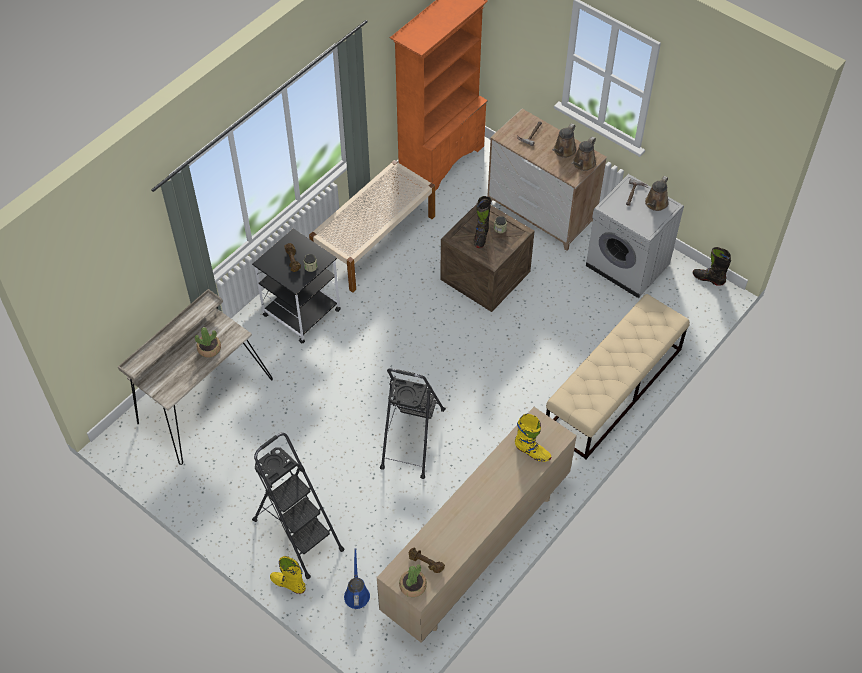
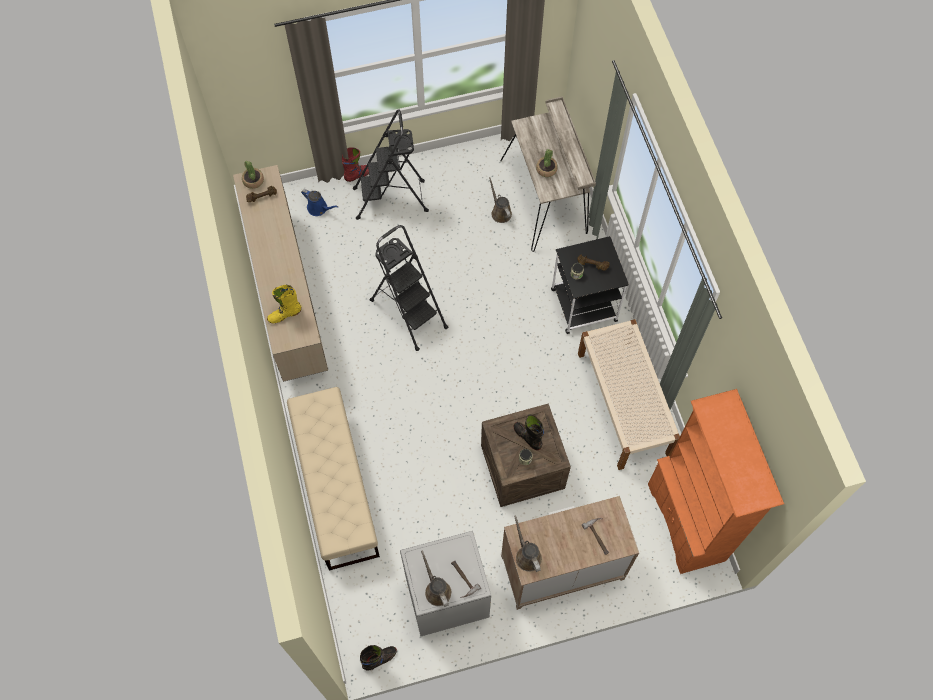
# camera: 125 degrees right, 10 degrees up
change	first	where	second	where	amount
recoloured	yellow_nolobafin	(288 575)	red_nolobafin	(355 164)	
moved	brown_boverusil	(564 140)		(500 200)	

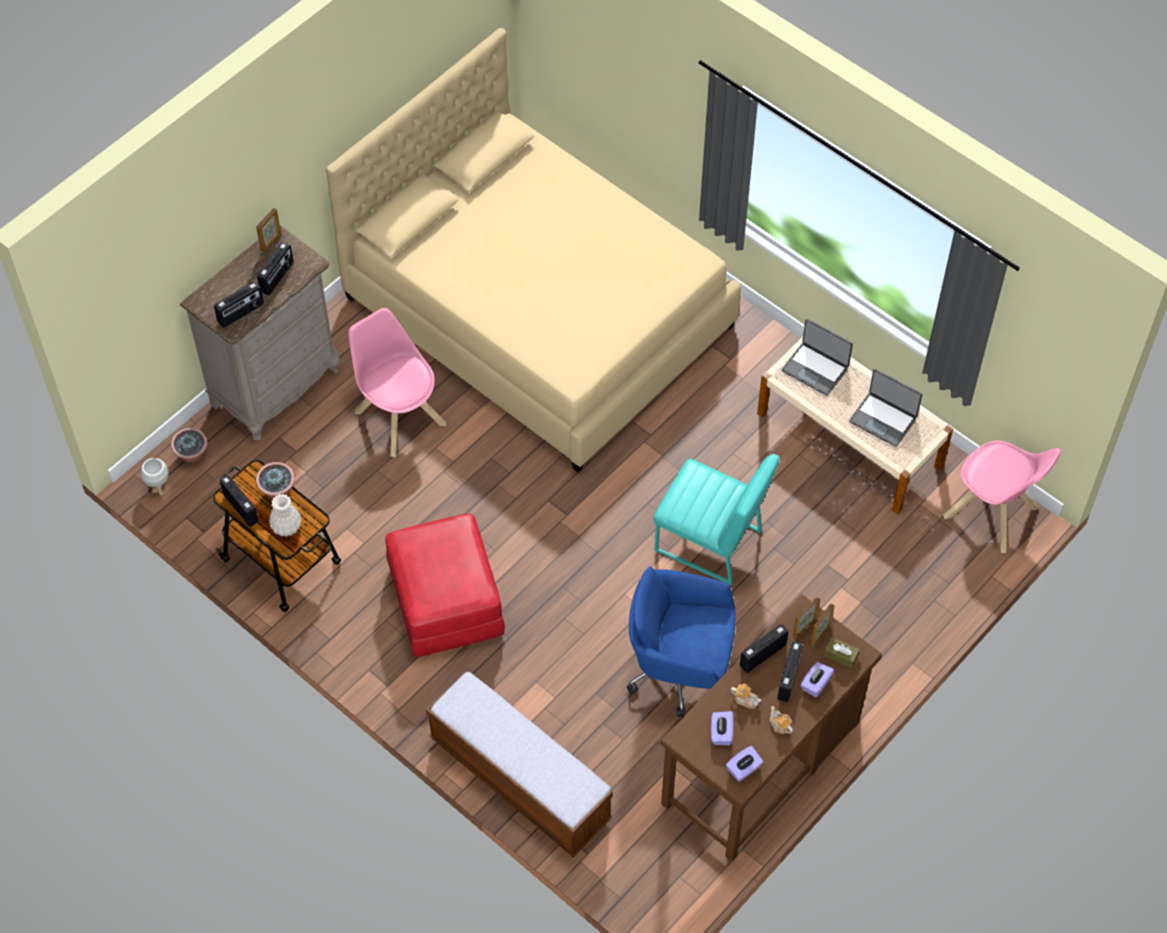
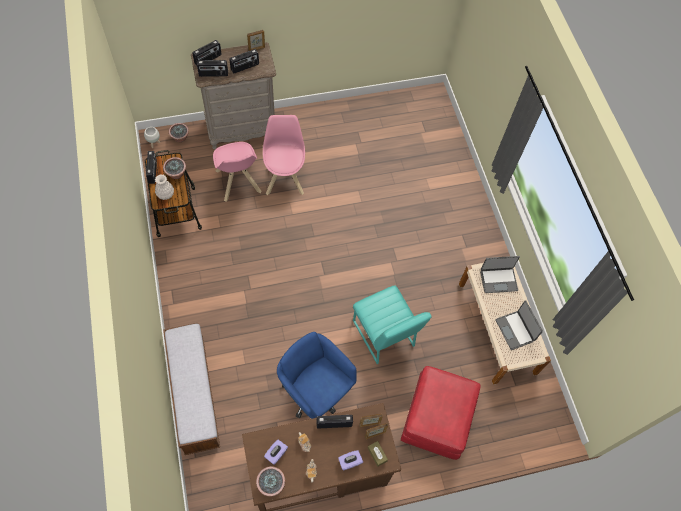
# camera: 30 degrees right, 5 degrees up
change	first	where	second	where	amount
moved	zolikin	(790 671)		(206 53)	
moved	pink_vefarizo	(1002 496)		(237 172)	
replaced	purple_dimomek	(744 764)	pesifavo	(270 481)	
moved	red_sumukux	(445 585)		(441 413)	
turned	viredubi	(817 357)		(500 274)	75 degrees counterclockwise
removed	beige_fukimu	(534 250)			

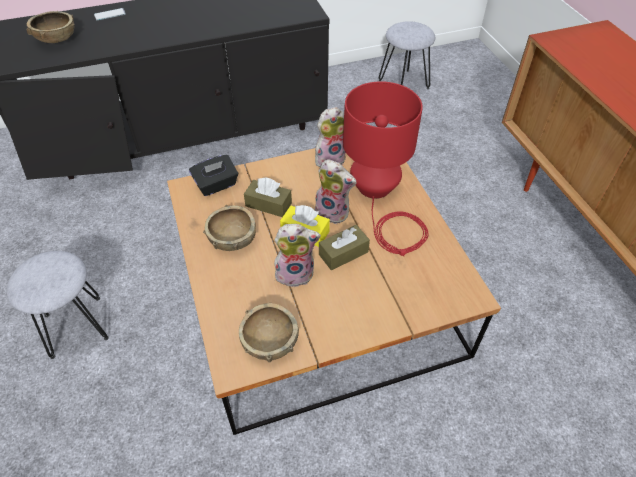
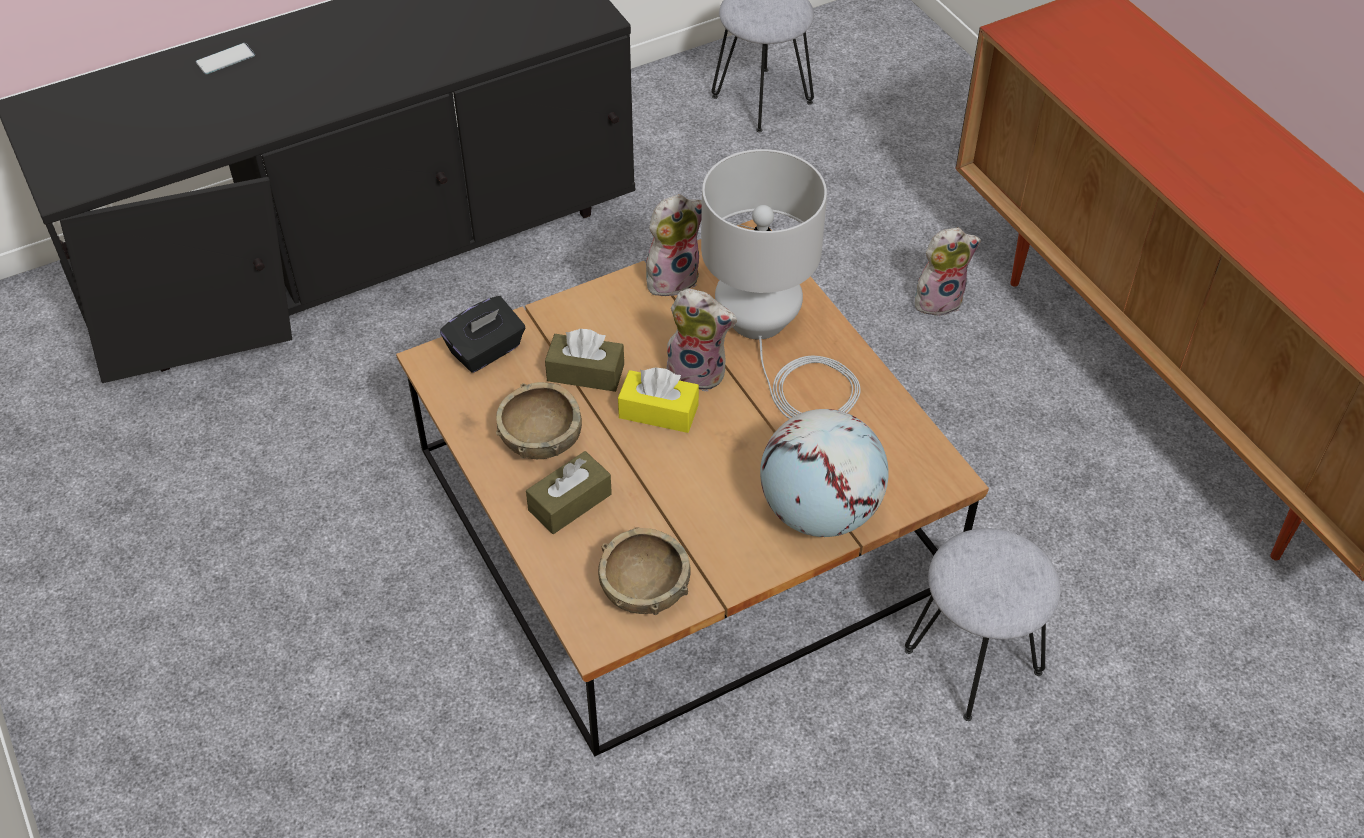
# camera: 10 degrees left, 0 degrees up
change	first	where	second	where	amount
moved	brown_dimomek	(344 247)		(569 492)	
recoloured	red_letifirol	(385 168)	grey_letifirol	(781 284)	
added			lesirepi	(824 473)	
moved	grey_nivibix	(57 305)		(983 624)	
moved	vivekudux	(297 256)		(948 273)	
removed	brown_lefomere	(50 27)			

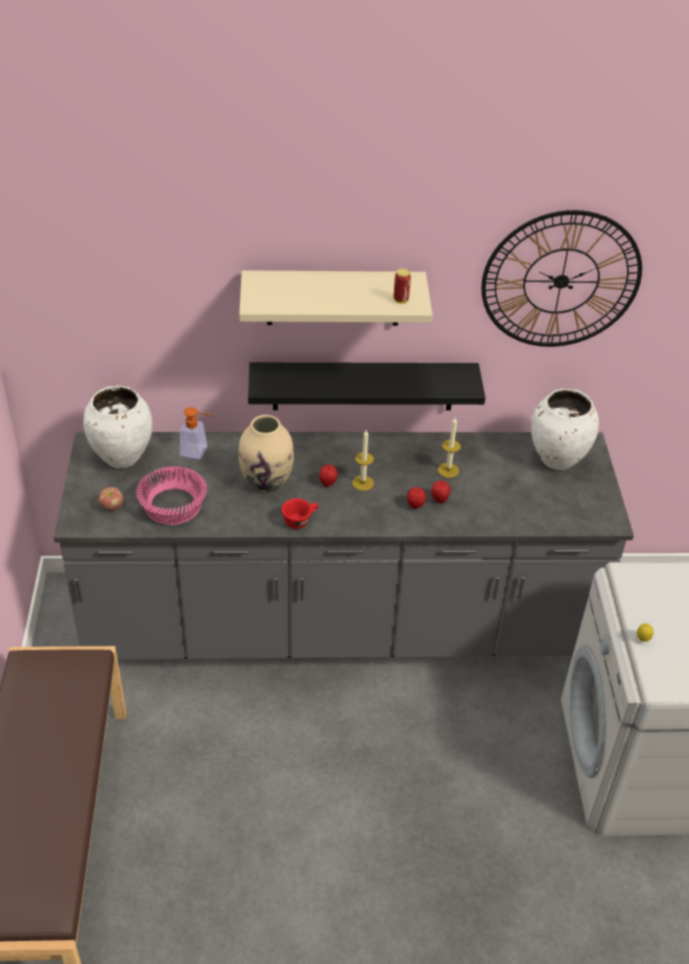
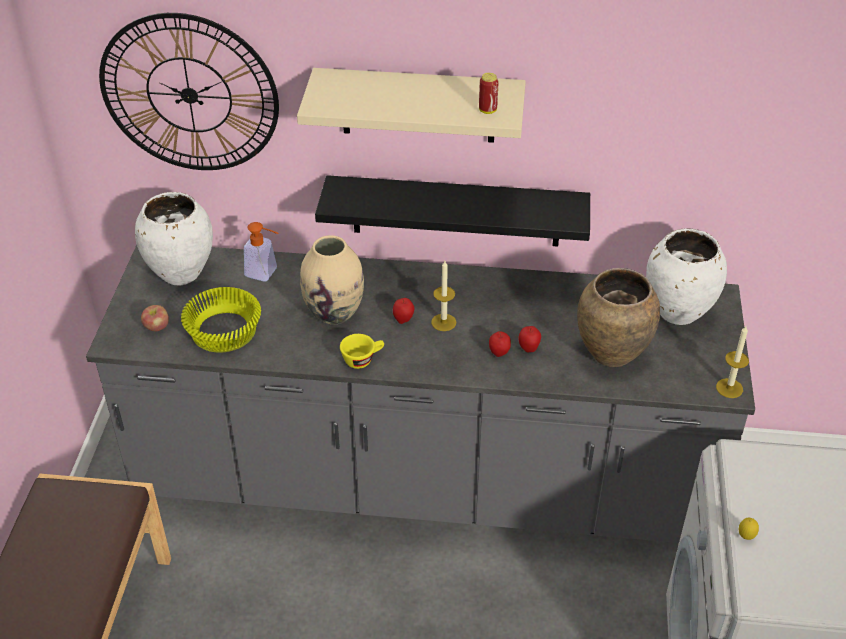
# camera: 10 degrees right, 0 degrees up
change	first	where	second	where	amount
moved	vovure	(561 278)		(189 91)	
recoloured	pink_lefomere	(171 495)	yellow_lefomere	(221 320)	
recoloured	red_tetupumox	(299 513)	yellow_tetupumox	(362 351)	
added			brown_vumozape	(618 317)	
moved	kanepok	(449 448)		(732 362)	

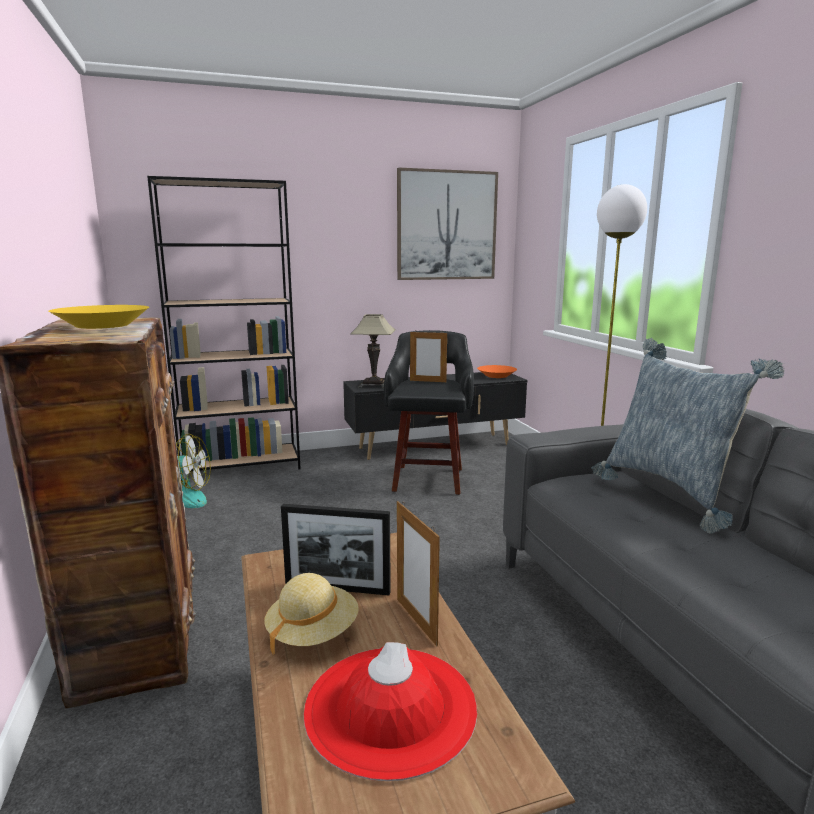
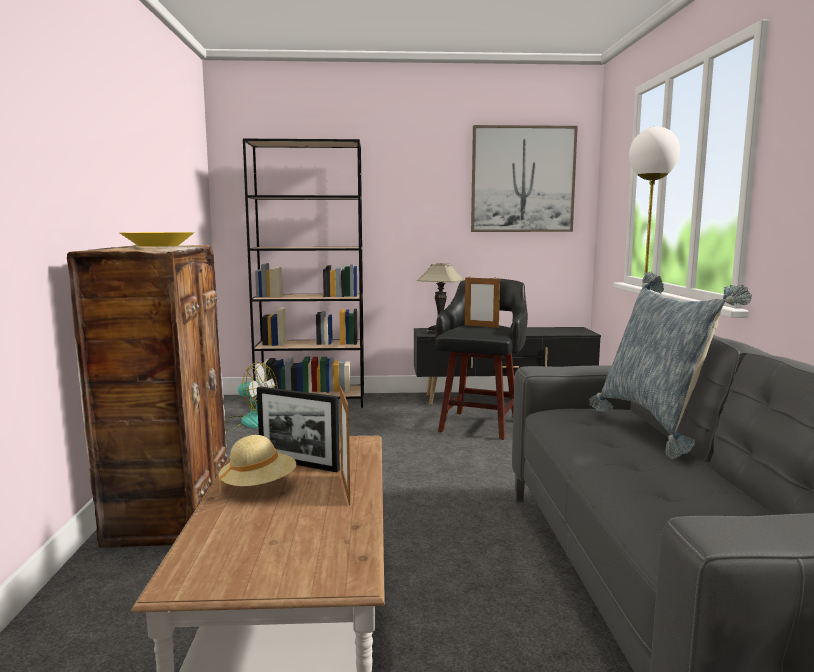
# camera: 15 degrees right, 5 degrees down
change	first	where	second	where	amount
removed	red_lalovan	(390 711)			
removed	orange_lefomere	(497 371)			

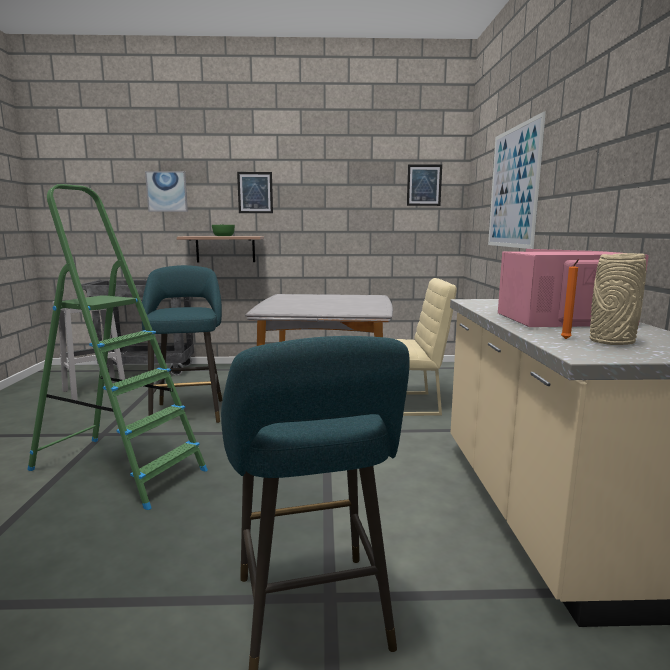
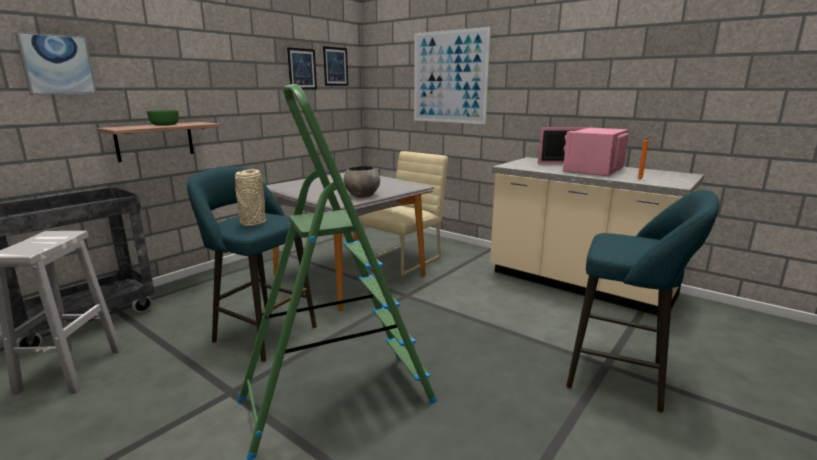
# camera: 50 degrees left, 5 degrees up
change	first	where	second	where	amount
moved	beige_vumozape	(618 299)		(250 197)	
moved	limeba	(255 192)		(302 68)	
added			grey_lefomere	(362 181)	

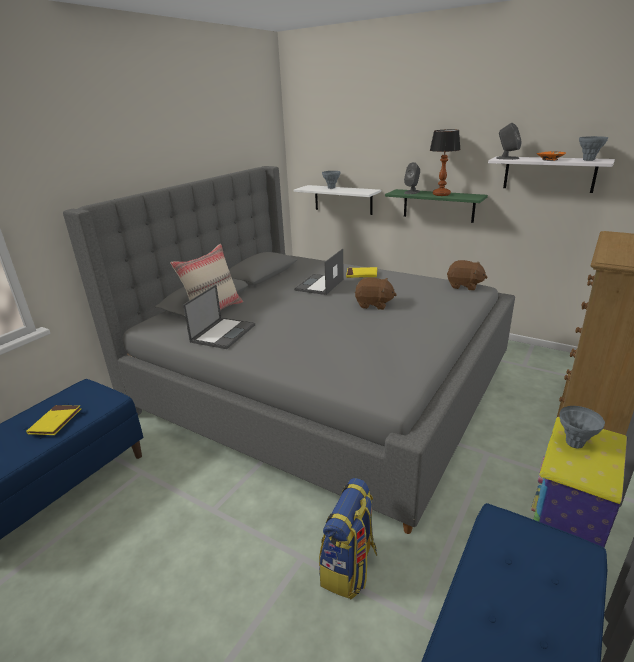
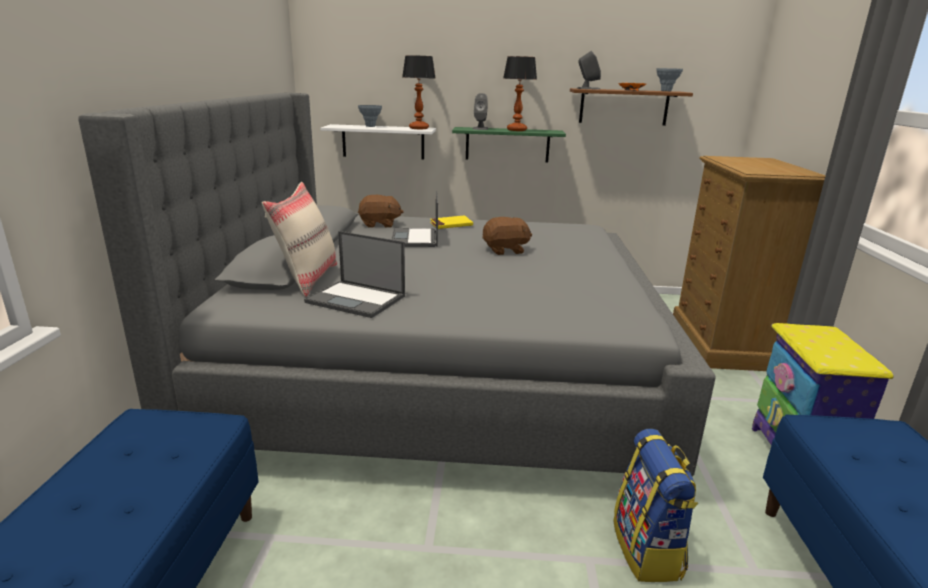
# camera: 30 degrees left, 5 degrees down
change	first	where	second	where	amount
turned	viredubi	(219 317)		(354 274)	120 degrees clockwise
moved	brown_vivekudux	(467 275)		(381 211)	
added			letifirol	(418 92)	
recoloured	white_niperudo	(551 174)	brown_niperudo	(631 107)	
removed	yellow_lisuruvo	(53 420)			
removed	grey_vumozape	(582 427)			

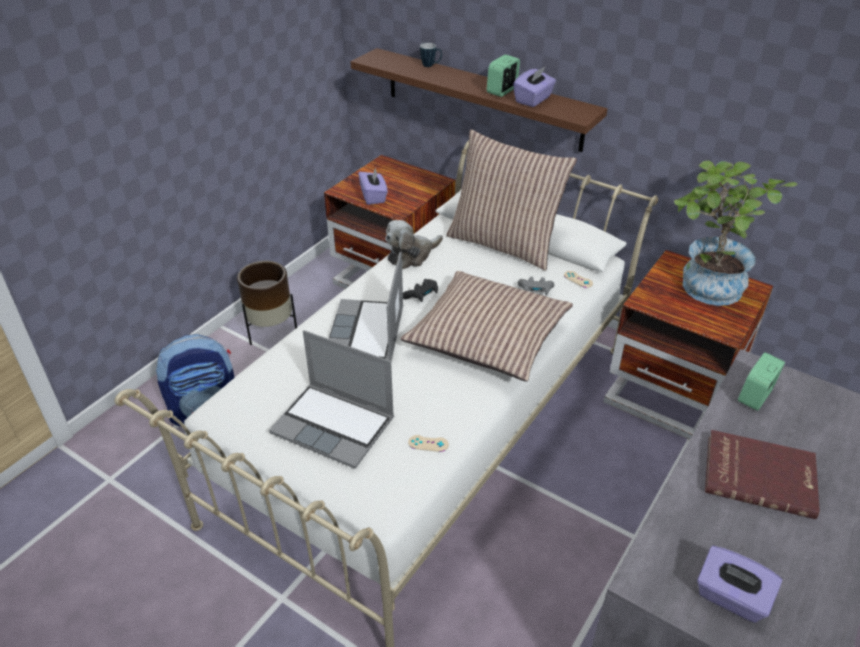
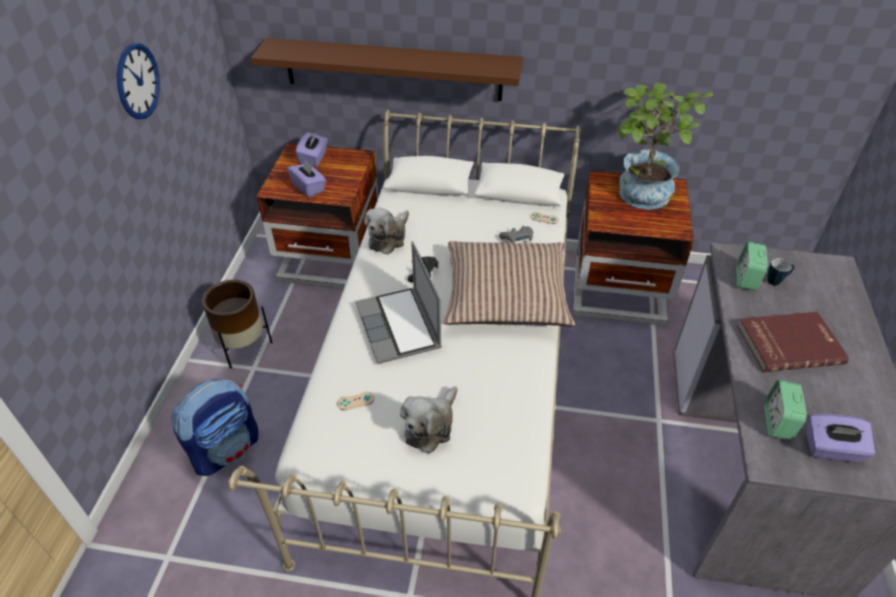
# camera: 25 degrees left, 5 degrees up
change	first	where	second	where	amount
added			vovure	(138 81)	
moved	purple_dimomek	(534 86)		(311 149)	
moved	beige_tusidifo	(428 443)		(355 400)	
replaced	viredubi	(331 399)	vivekudux	(429 420)	
moved	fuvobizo	(503 75)		(785 410)	
moved	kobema	(431 55)		(780 271)	
removed	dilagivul	(511 200)			

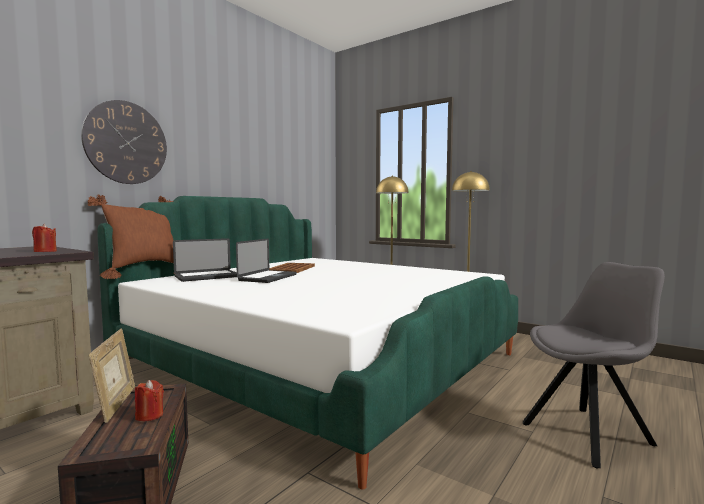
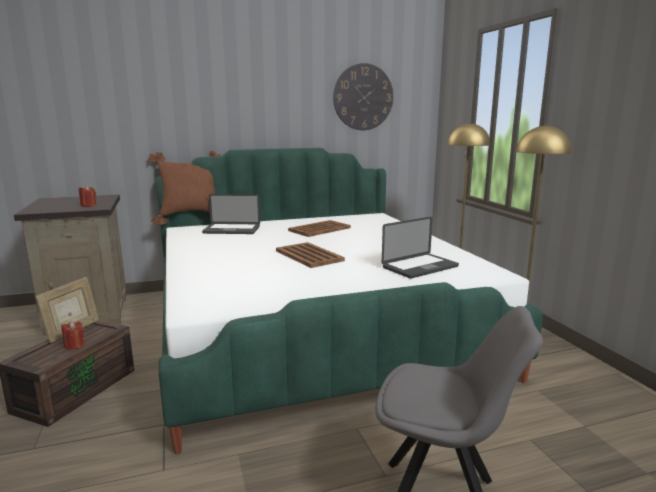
# camera: 35 degrees right, 10 degrees up
change	first	where	second	where	amount
added			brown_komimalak	(310 255)	
moved	vovure	(124 142)		(363 96)	
moved	viredubi	(266 261)		(420 248)	

